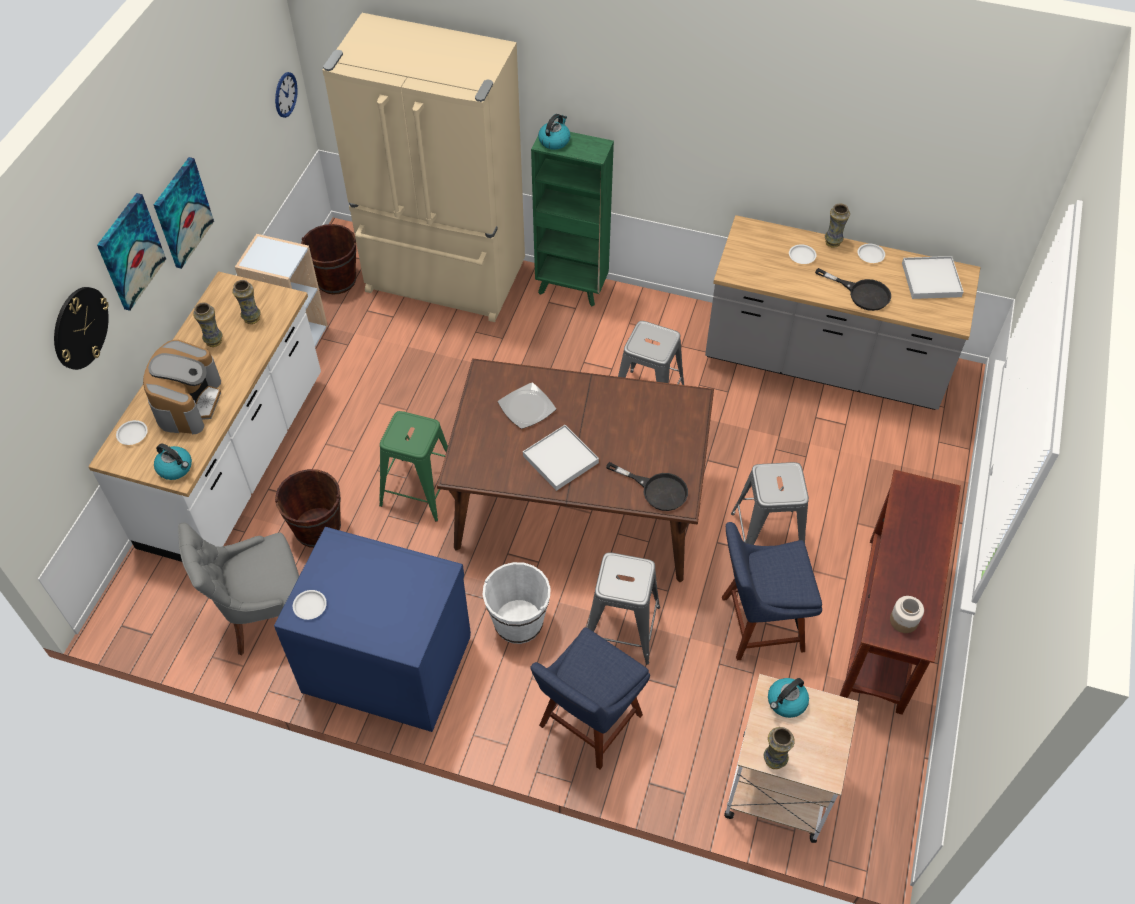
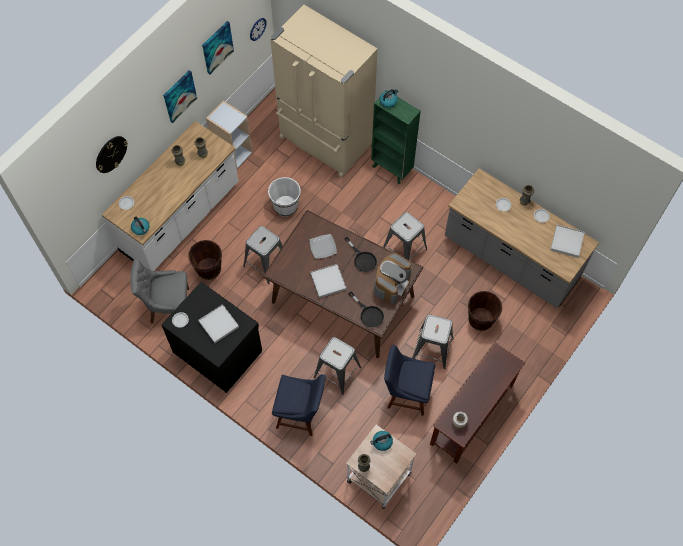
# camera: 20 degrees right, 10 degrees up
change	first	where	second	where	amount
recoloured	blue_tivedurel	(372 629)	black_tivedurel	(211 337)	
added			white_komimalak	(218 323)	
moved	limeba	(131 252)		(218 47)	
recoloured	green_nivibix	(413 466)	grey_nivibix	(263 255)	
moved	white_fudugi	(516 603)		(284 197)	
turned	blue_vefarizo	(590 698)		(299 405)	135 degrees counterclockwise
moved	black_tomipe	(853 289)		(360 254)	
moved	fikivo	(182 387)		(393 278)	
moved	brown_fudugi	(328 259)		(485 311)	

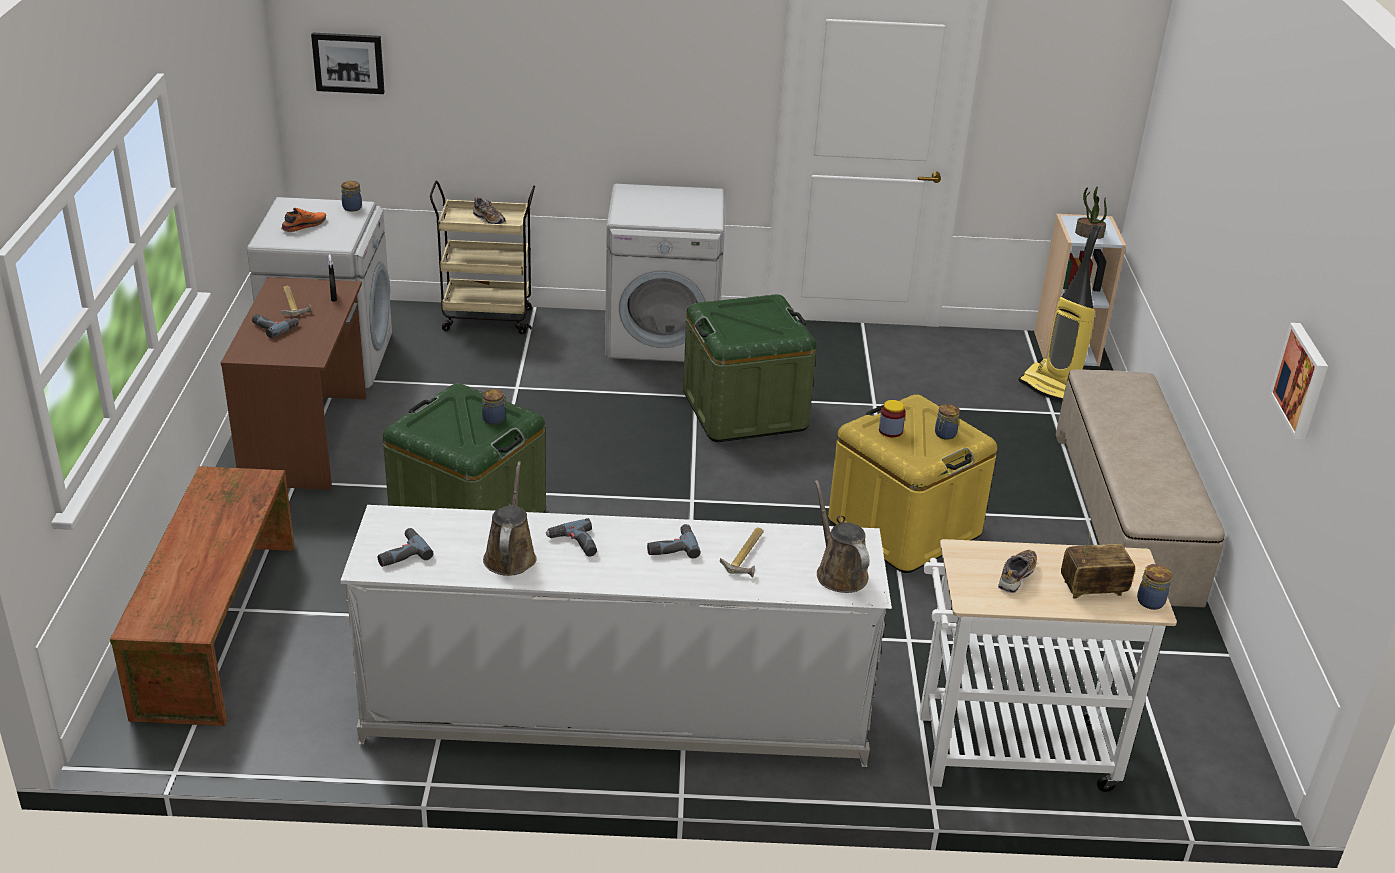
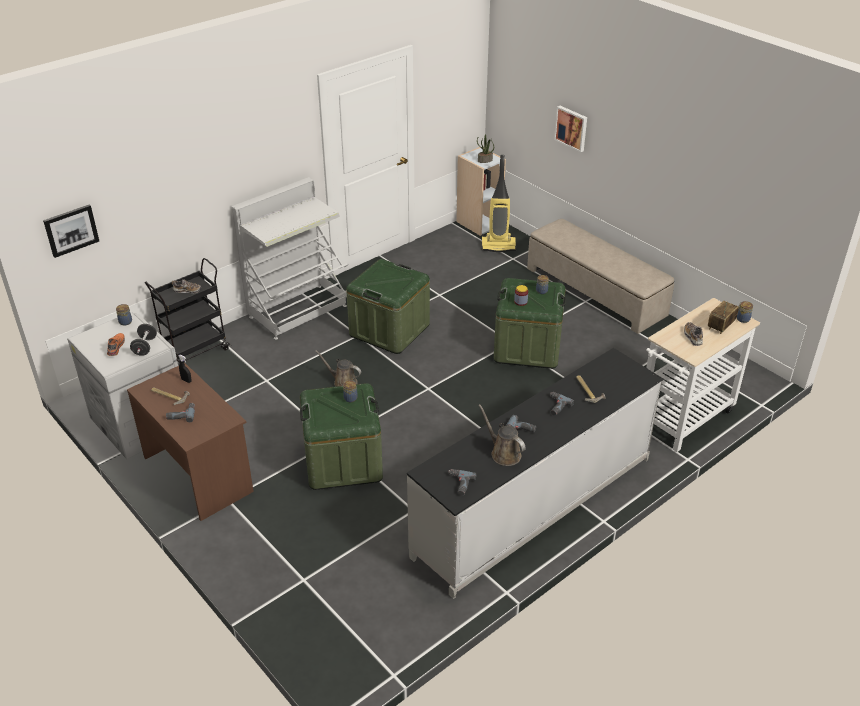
# camera: 40 degrees left, 5 degrees up
change	first	where	second	where	amount
added			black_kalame	(143 340)	
recoloured	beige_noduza	(482 258)	black_noduza	(188 310)	
replaced	white_tivedurel	(665 273)	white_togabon	(290 258)	
moved	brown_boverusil	(842 536)		(338 368)	
recoloured	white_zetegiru	(616 636)	black_zetegiru	(535 473)	
recoloured	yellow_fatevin	(912 483)	green_fatevin	(530 323)	
moved	limeba	(1298 381)		(570 129)	
removed	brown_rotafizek	(202 596)			

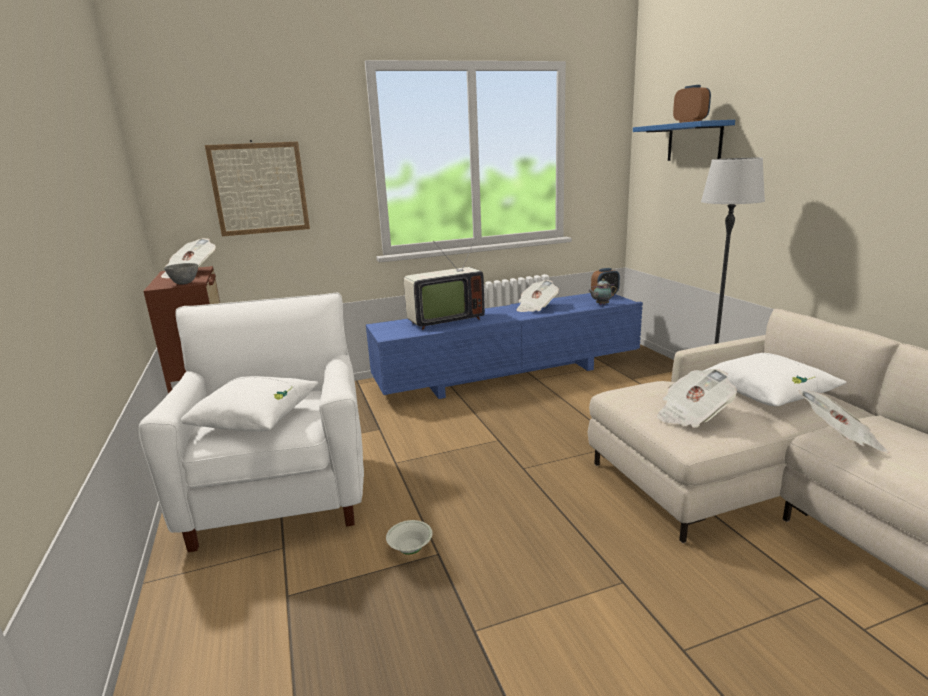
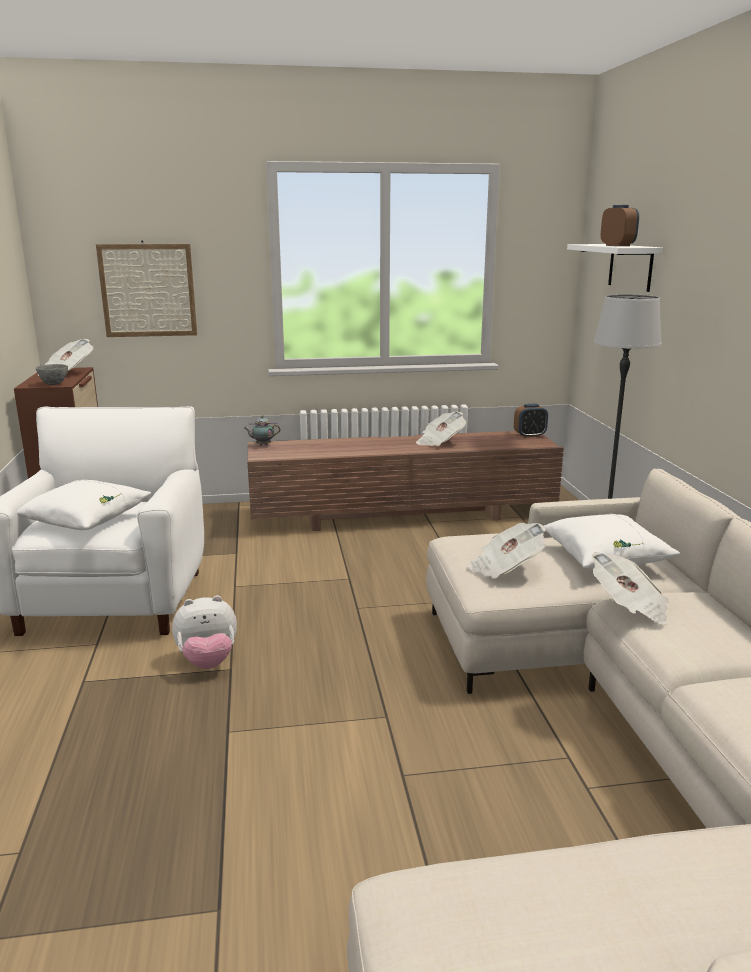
# camera: 10 degrees right, 0 degrees up
change	first	where	second	where	amount
replaced	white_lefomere	(409 537)	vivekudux	(204 632)	
moved	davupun	(602 292)		(262 430)	
recoloured	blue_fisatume	(504 346)	brown_fisatume	(406 481)	
recoloured	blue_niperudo	(684 140)	white_niperudo	(615 268)	
removed	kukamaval	(444 281)			

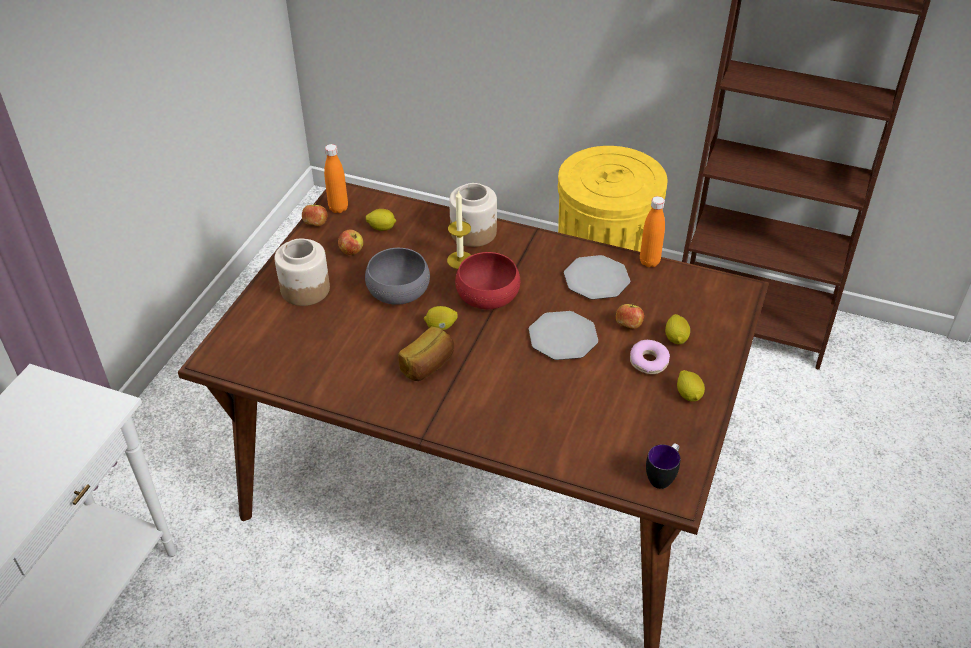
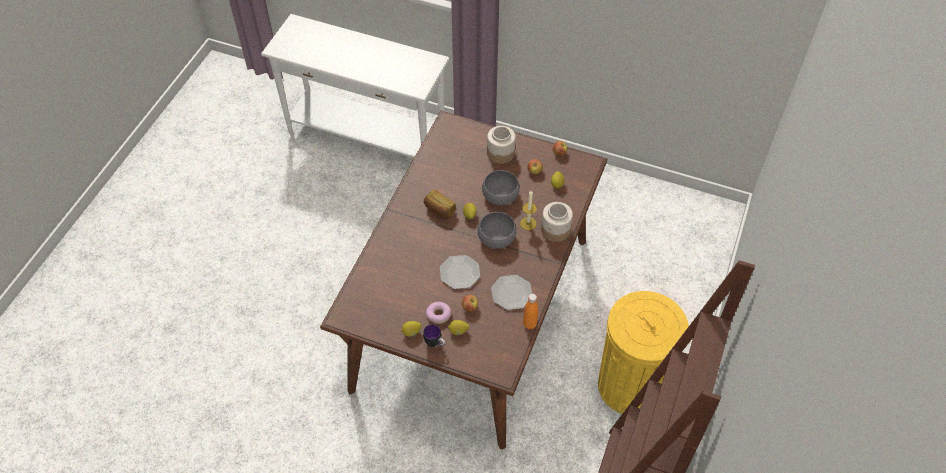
# camera: 90 degrees right, 10 degrees up
change	first	where	second	where	amount
moved	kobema	(663 466)		(434 335)	
recoloured	red_lefomere	(487 280)	grey_lefomere	(497 230)	
removed	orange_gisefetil	(336 178)			

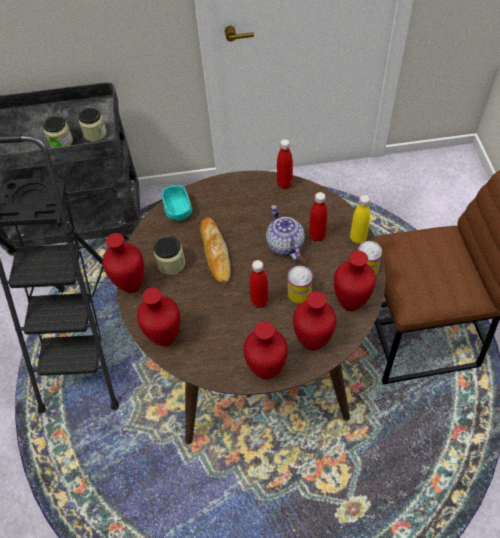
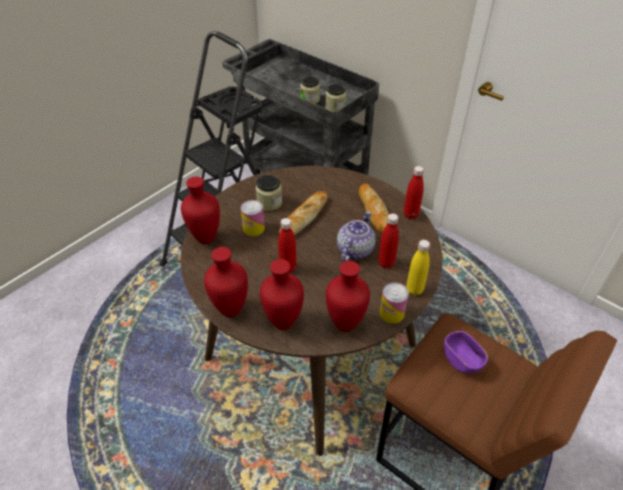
# camera: 45 degrees right, 10 degrees down
change	first	where	second	where	amount
moved	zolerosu	(300 284)		(253 218)	
added			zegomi	(373 208)	
added			purple_lefomere	(466 352)	
removed	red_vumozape	(123 263)			
removed	turquoise_lefomere	(177 203)			

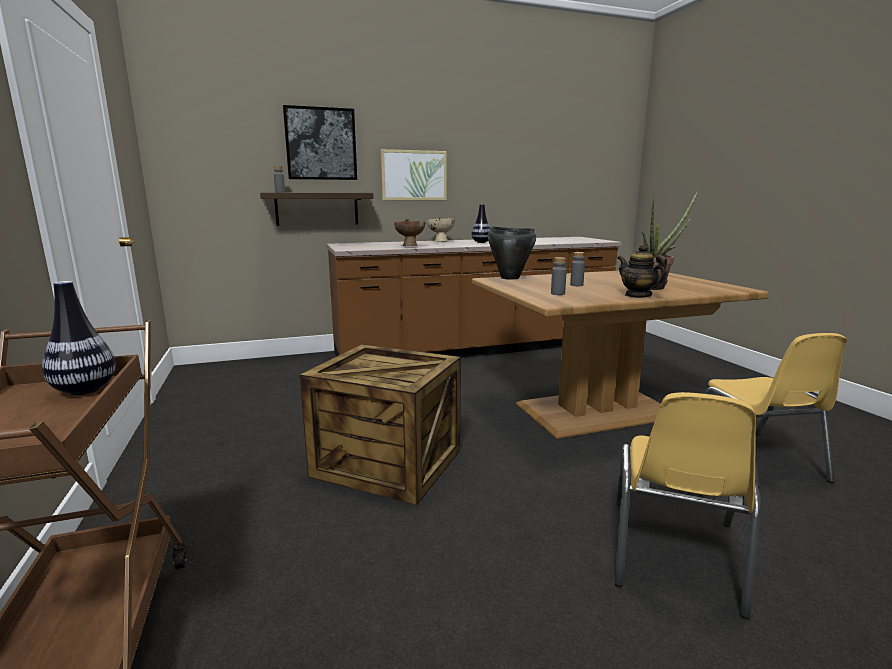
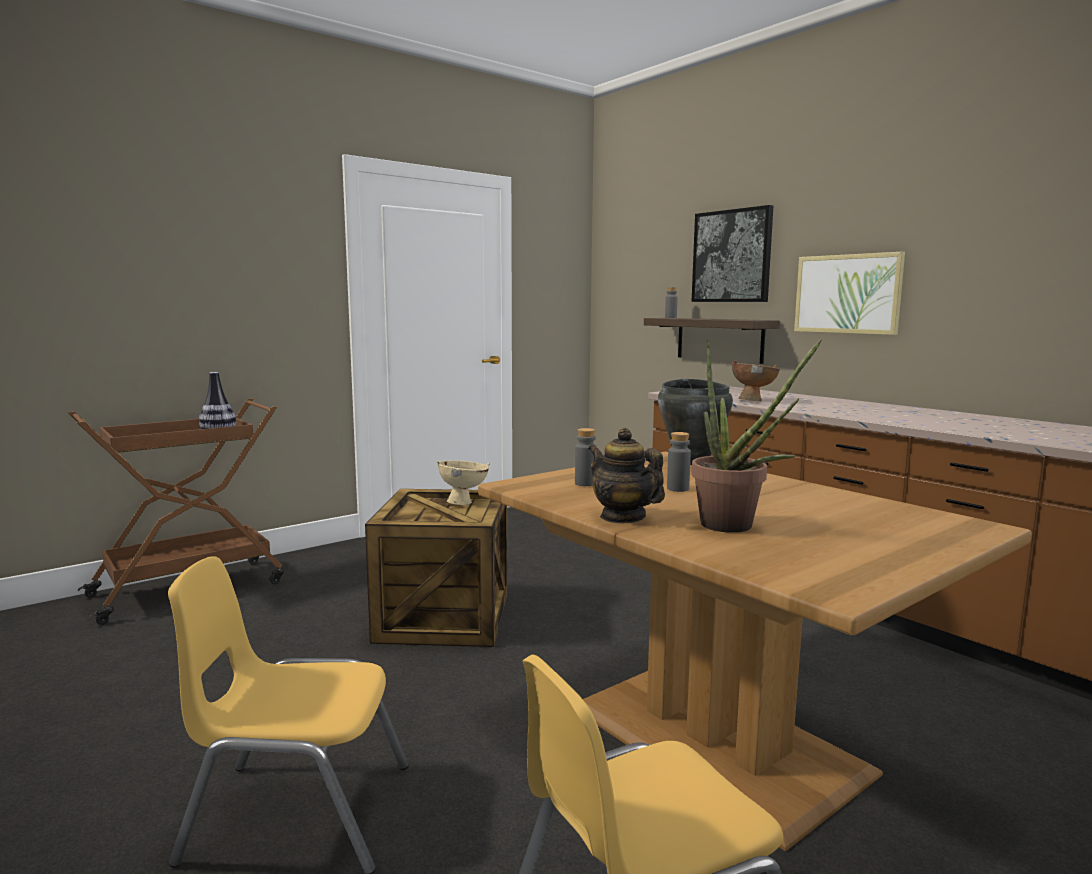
# camera: 70 degrees right, 5 degrees down
change	first	where	second	where	amount
moved	beige_lefomere	(441 229)		(463 483)	
turned	davupun	(642 271)		(626 475)	75 degrees counterclockwise
removed	vumozape	(480 223)			

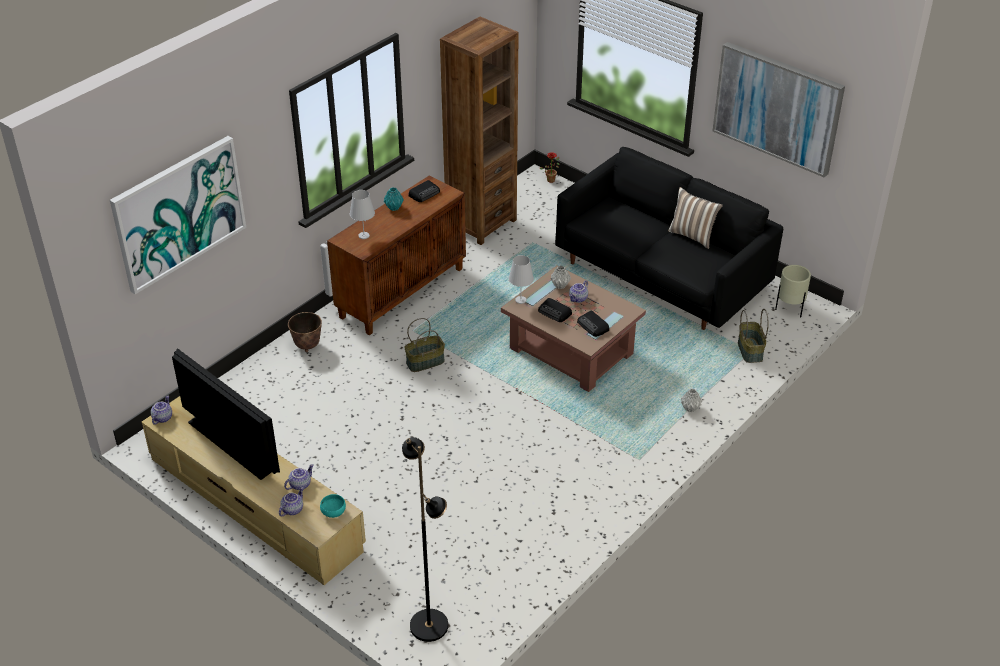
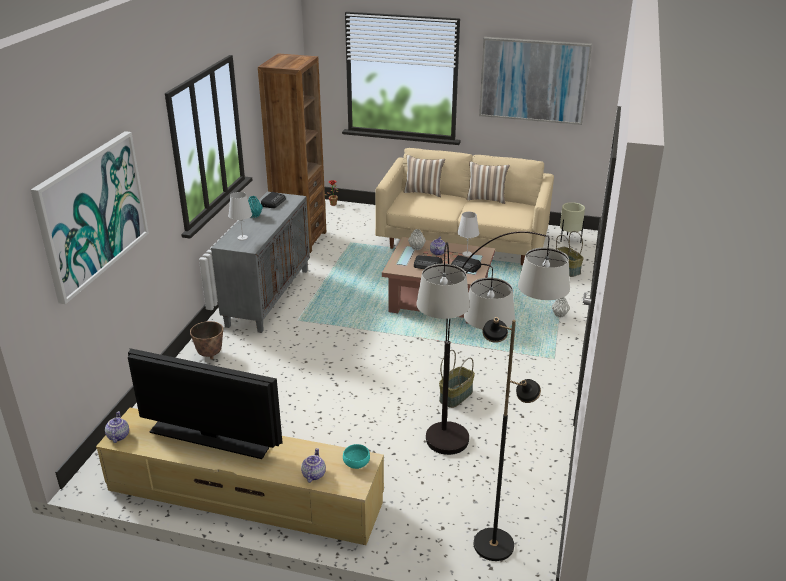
# camera: 25 degrees left, 10 degrees down
change	first	where	second	where	amount
recoloured	brown_zetegiru	(396 255)	grey_zetegiru	(260 262)	
recoloured	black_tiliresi	(669 238)	beige_tiliresi	(464 206)	
added			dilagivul	(424 176)	
added			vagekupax	(493 343)	
moved	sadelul	(424 345)		(457 379)	
moved	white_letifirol	(521 279)		(468 234)	
removed	davupun	(299 477)			

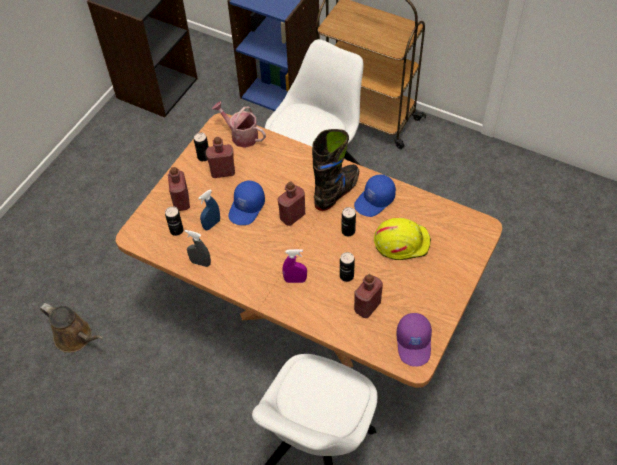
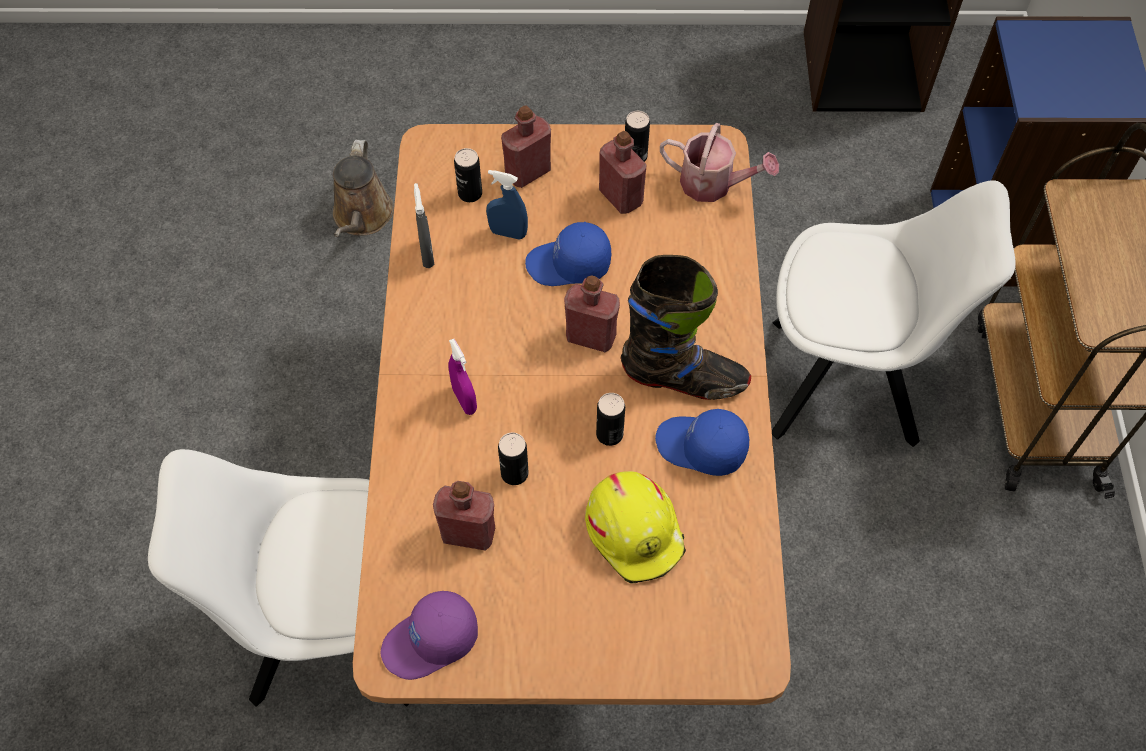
# camera: 60 degrees right, 5 degrees up
change	first	where	second	where	amount
turned	boverusil	(239 125)		(719 162)	105 degrees clockwise

